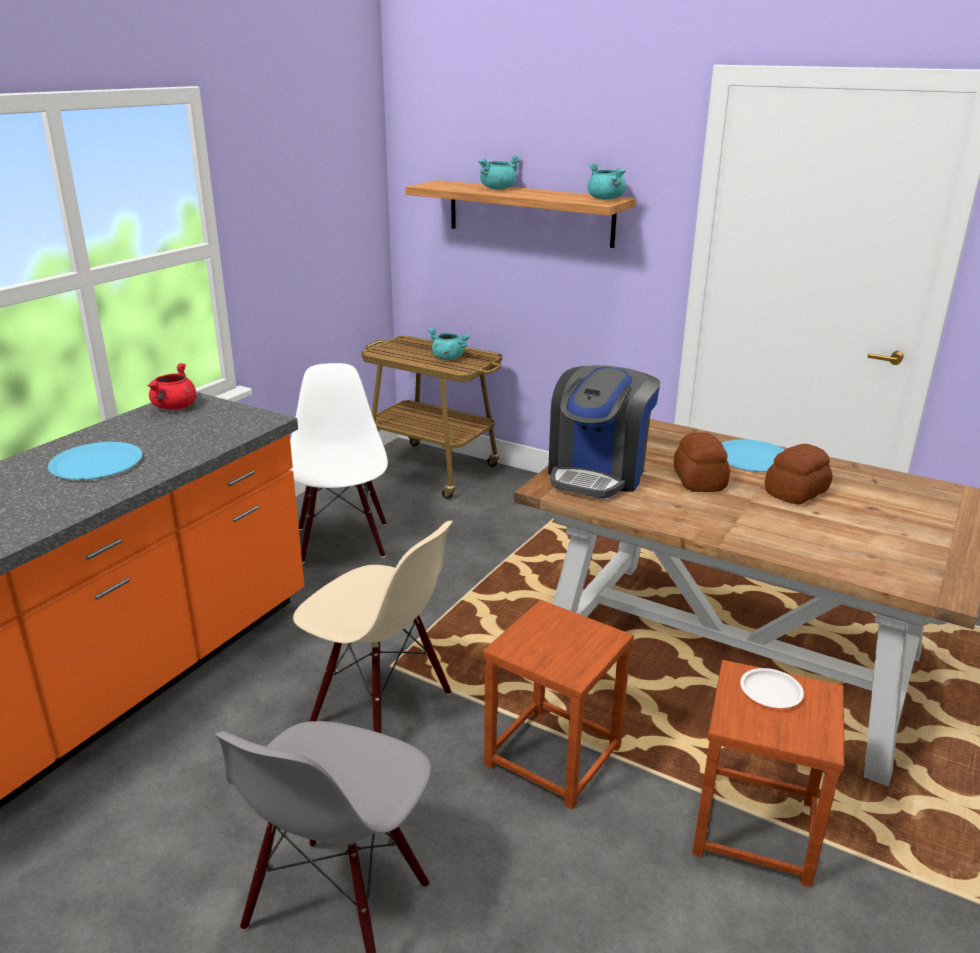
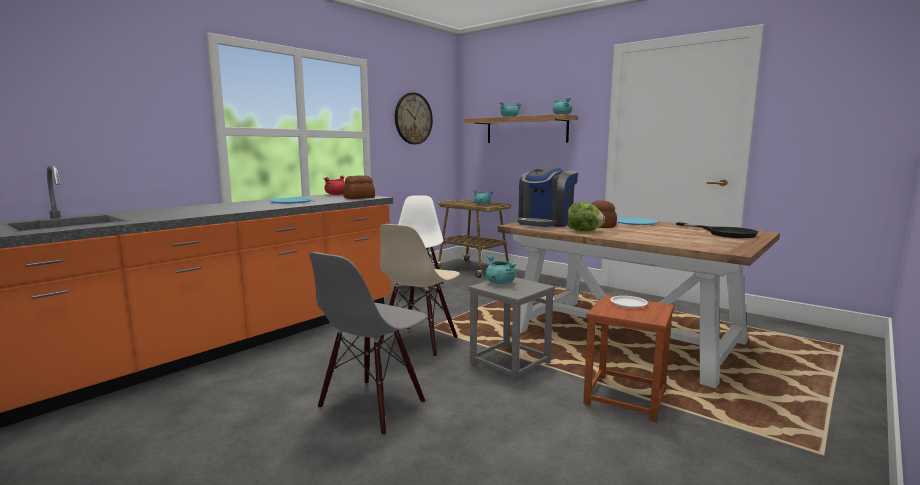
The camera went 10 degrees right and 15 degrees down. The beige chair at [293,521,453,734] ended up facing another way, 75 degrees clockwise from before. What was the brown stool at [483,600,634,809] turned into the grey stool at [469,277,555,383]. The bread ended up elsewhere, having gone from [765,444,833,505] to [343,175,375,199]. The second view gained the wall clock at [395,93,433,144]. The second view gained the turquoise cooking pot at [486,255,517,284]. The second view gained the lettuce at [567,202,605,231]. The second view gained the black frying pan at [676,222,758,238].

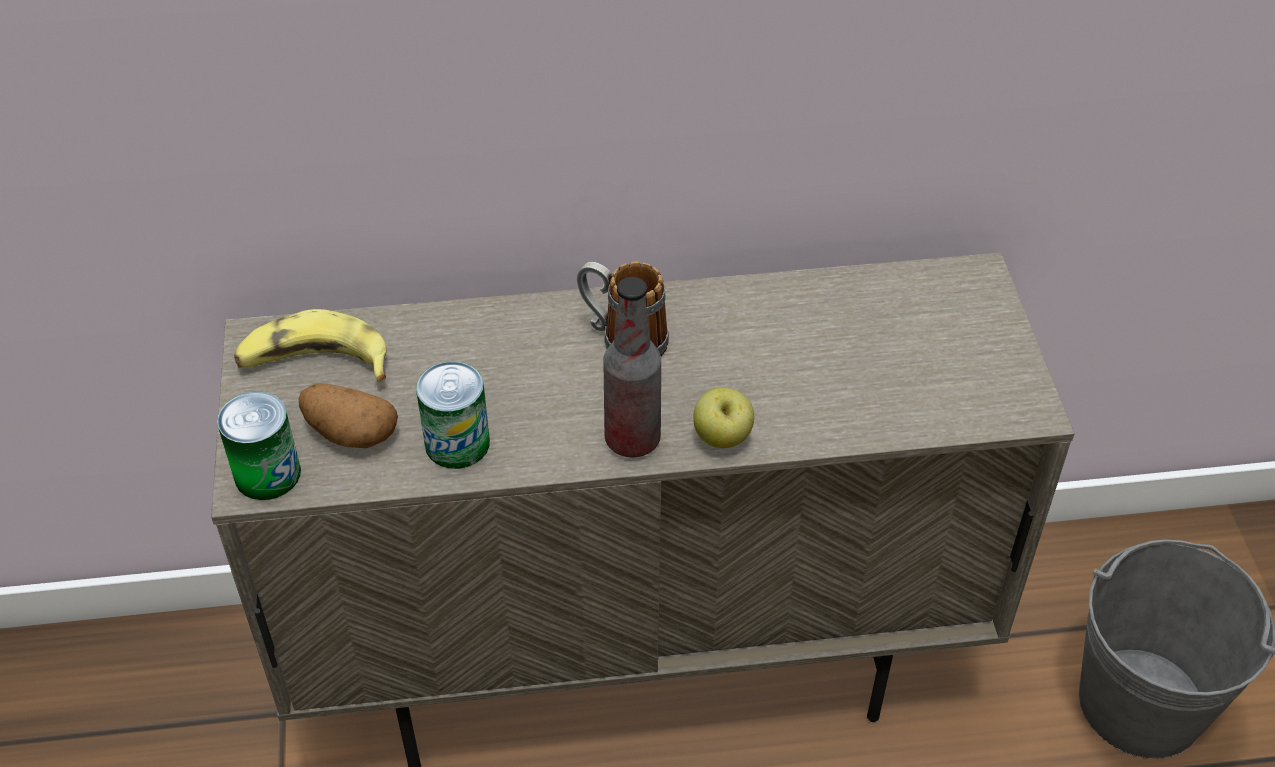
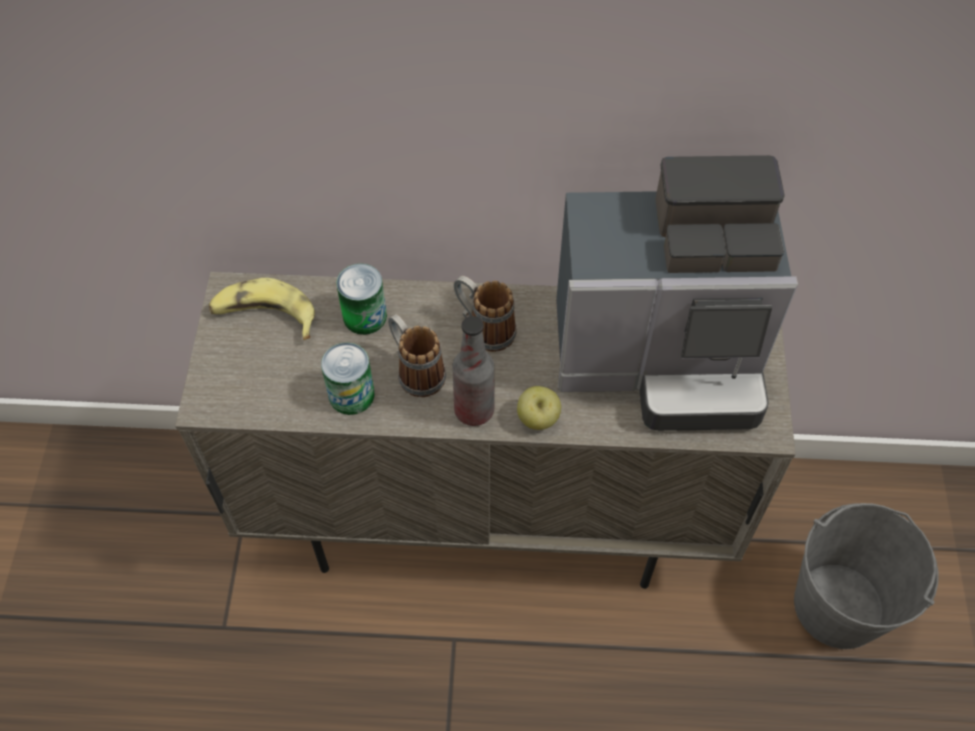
The camera went 10 degrees right and 10 degrees up. The can ended up elsewhere, having gone from [217,391,301,500] to [336,264,387,335]. The second view lost the potato at [299,383,398,448]. The second view gained the mug at [388,314,446,397]. The second view gained the coffee machine at [556,155,798,431].

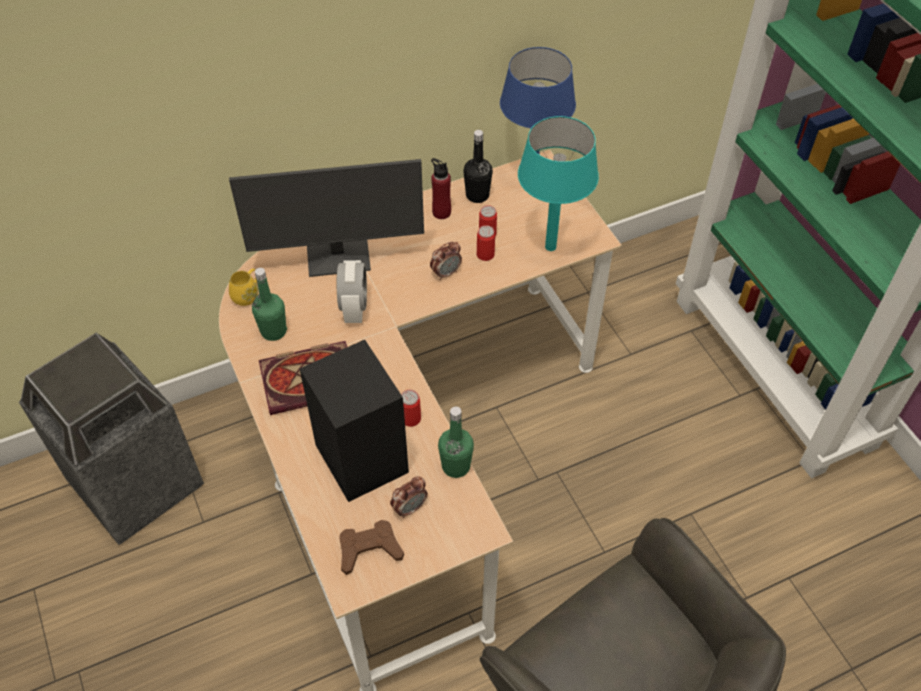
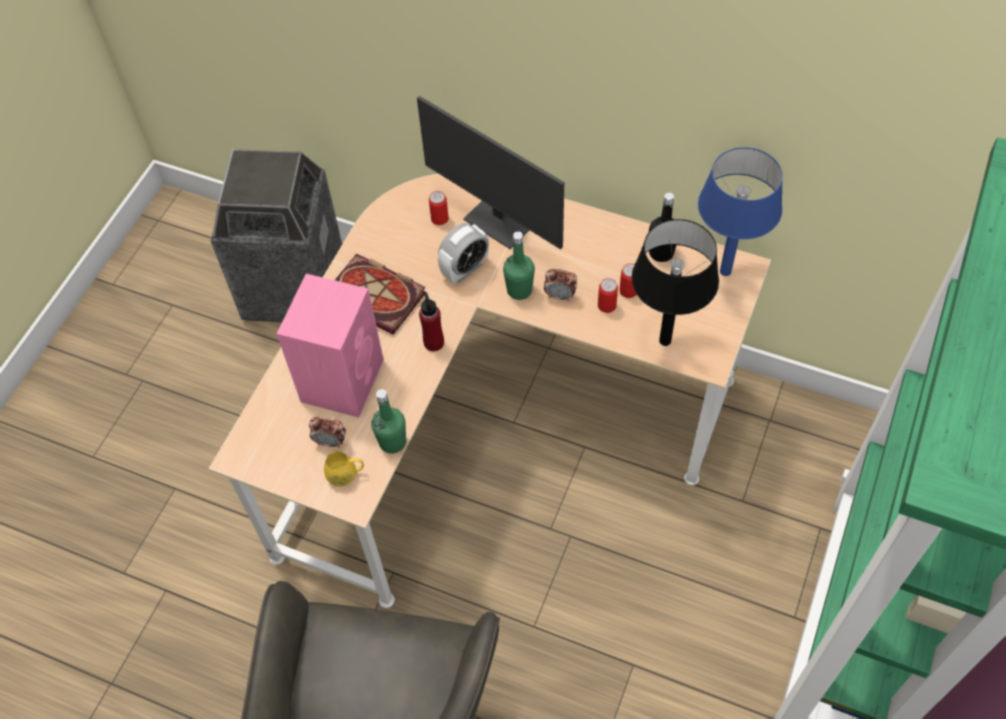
The camera went 50 degrees right and 5 degrees up. The yellow mug ended up elsewhere, having gone from [229,269,258,306] to [324,451,364,487]. The green bottle ended up elsewhere, having gone from [252,268,287,341] to [503,231,535,300]. What was the black speaker at [299,340,409,502] turned into the pink speaker at [277,274,384,418]. The second view lost the brown game controller at [339,520,404,575]. The can ended up elsewhere, having gone from [401,390,421,427] to [429,191,449,225]. The red bottle ended up elsewhere, having gone from [431,158,451,219] to [419,292,444,351]. What was the turquoise table lamp at [518,116,599,251] turned into the black table lamp at [632,219,719,346].

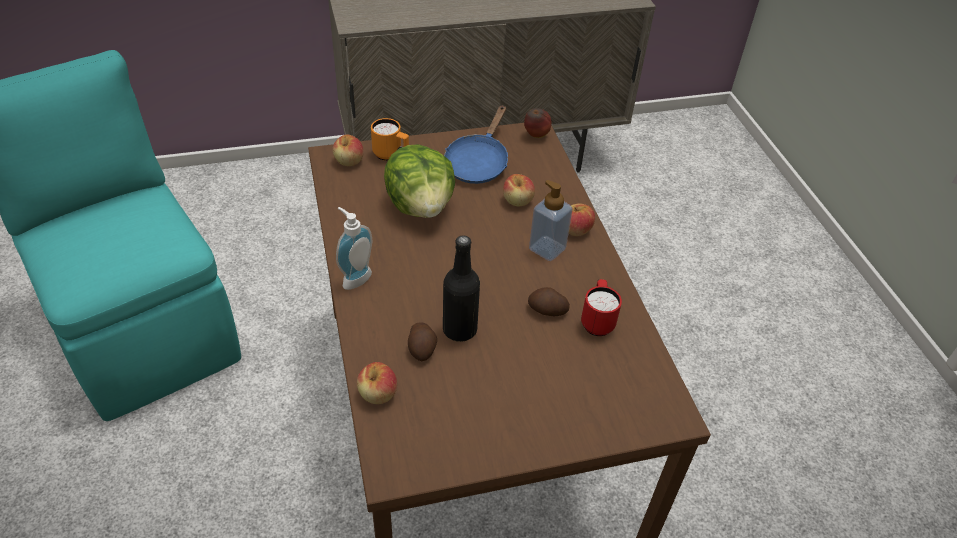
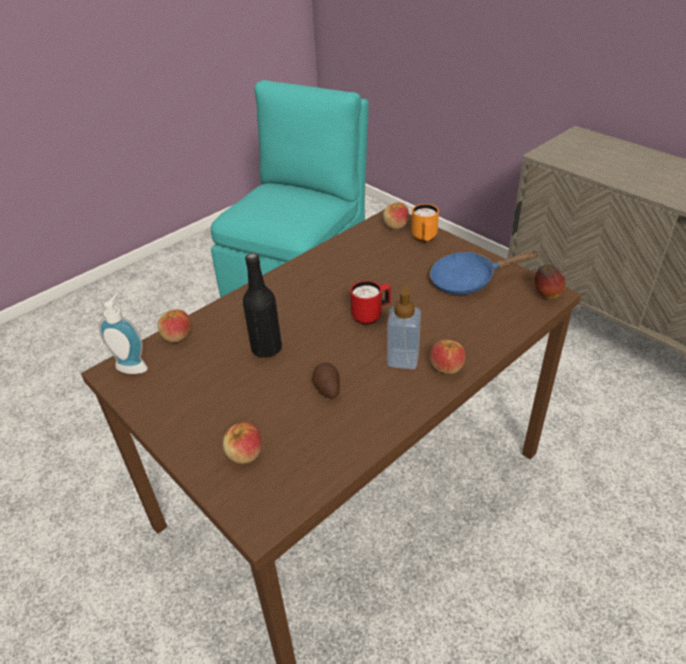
The camera went 65 degrees right and 5 degrees down. The soap dispenser ended up elsewhere, having gone from [336,207,372,290] to [99,293,148,374]. The second view lost the lettuce at [384,144,455,218]. The second view lost the potato at [408,322,437,361]. The apple ended up elsewhere, having gone from [503,174,535,206] to [223,422,262,464]. The red mug ended up elsewhere, having gone from [581,279,622,336] to [350,281,391,325].

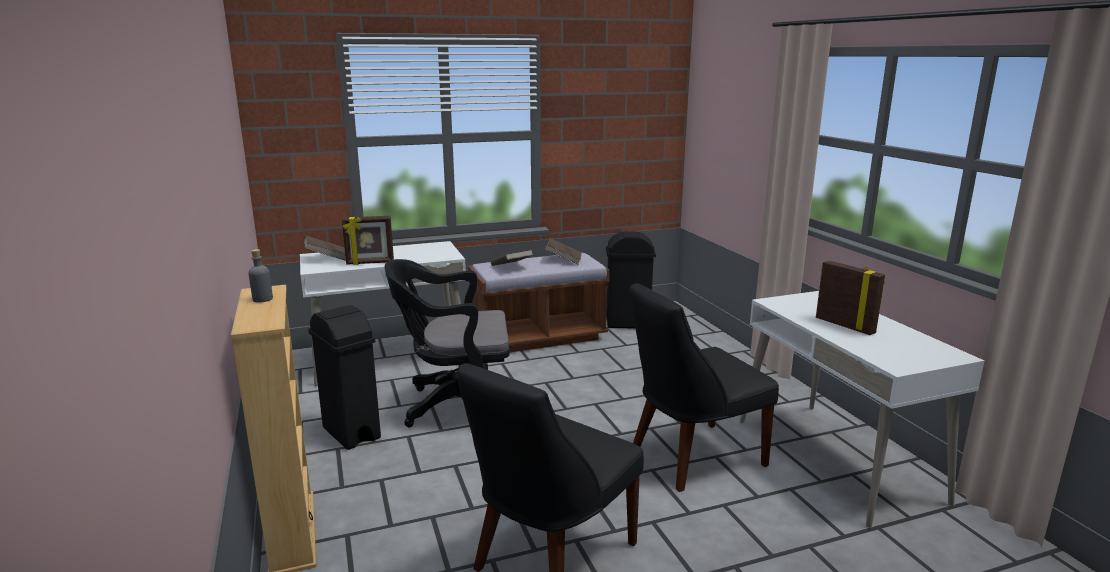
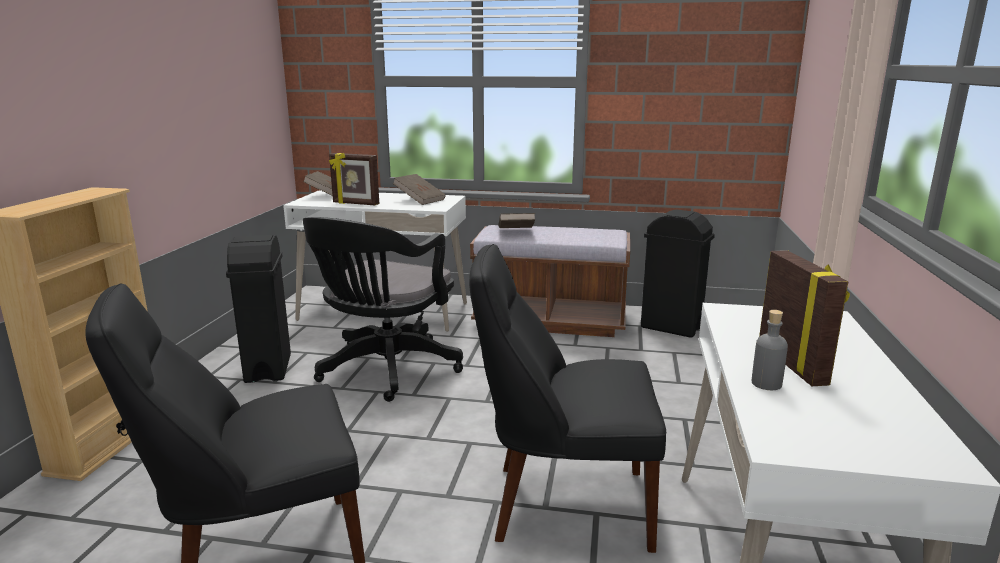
The camera went 30 degrees right and 0 degrees up. The grey bottle ended up elsewhere, having gone from [248,249,273,303] to [752,310,788,390]. The black office chair at [384,259,510,428] ended up facing another way, 90 degrees counterclockwise from before. The brown book ended up elsewhere, having gone from [545,238,582,264] to [393,174,445,205].

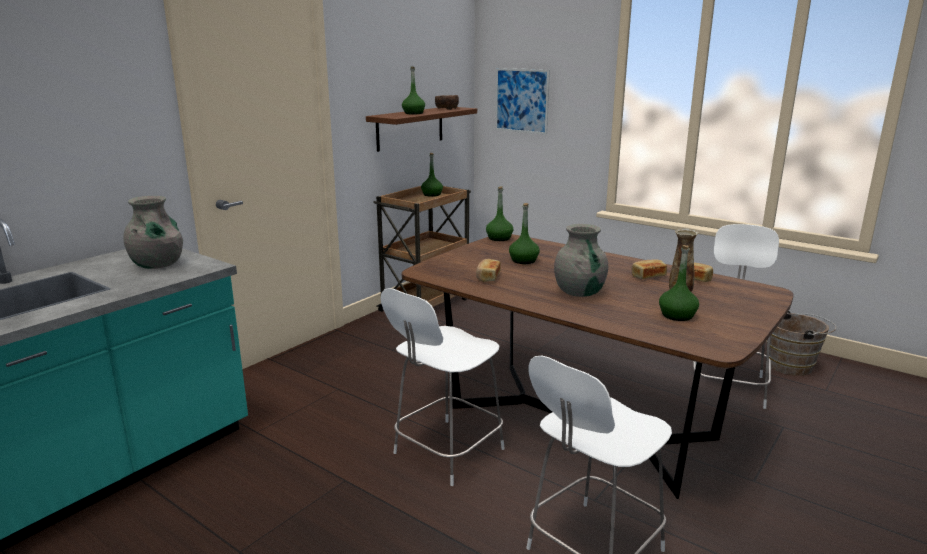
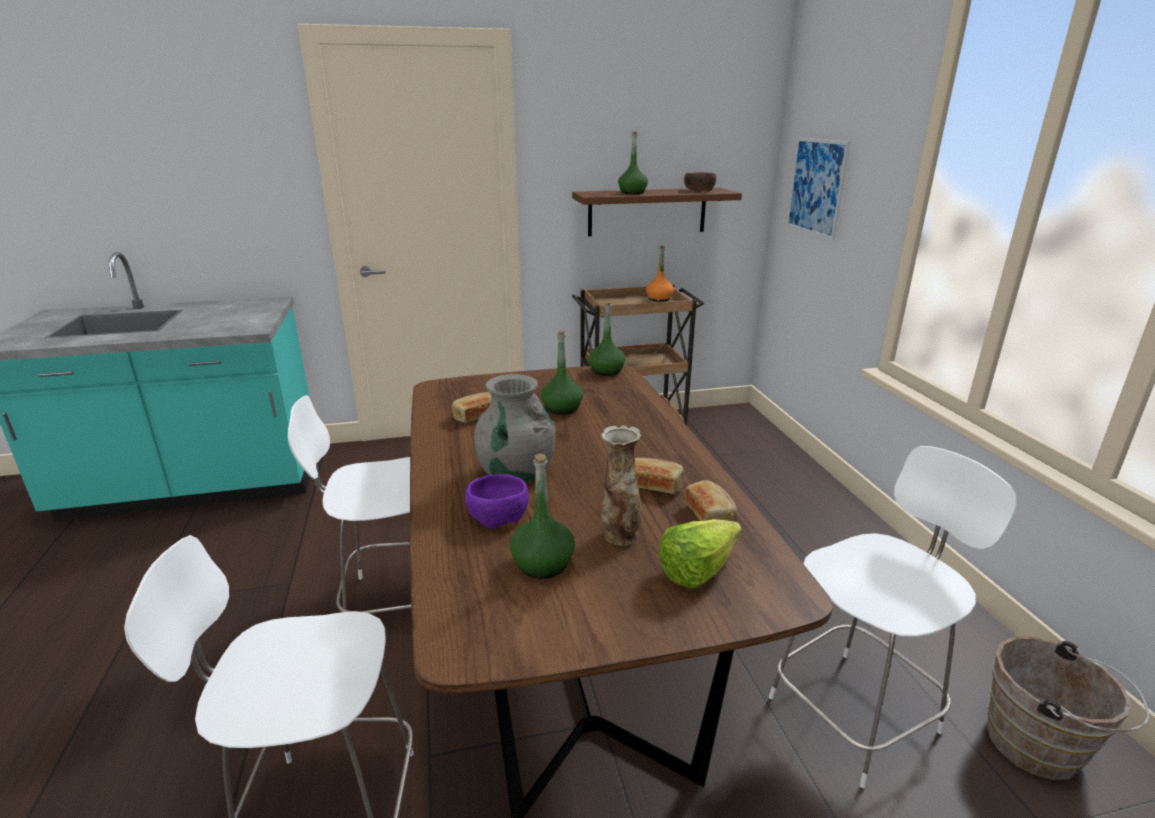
The camera went 40 degrees right and 5 degrees up. The second view lost the grey vase at [123,196,183,269]. What was the green bottle at [421,153,443,197] turned into the orange bottle at [646,246,674,302]. The second view gained the purple bowl at [465,474,529,529]. The second view gained the lettuce at [658,519,742,589].

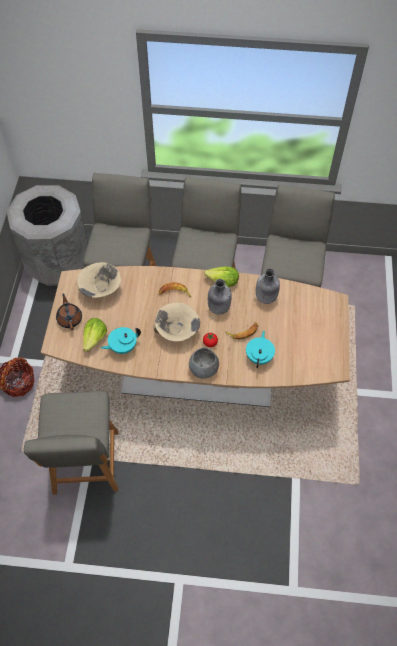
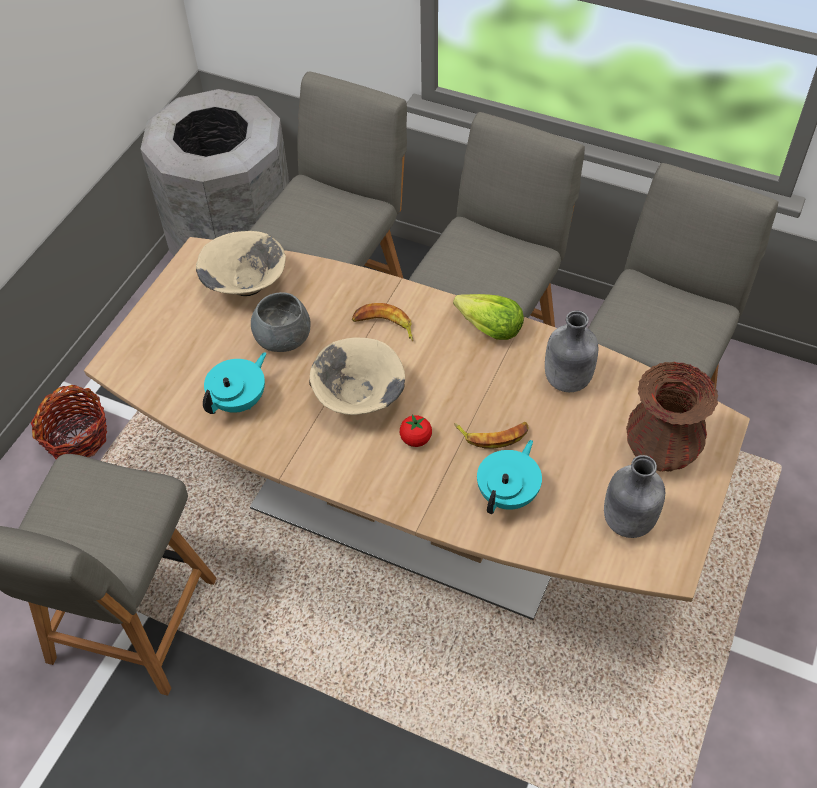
The camera went 20 degrees right and 5 degrees down. The second view lost the brown teapot at [56,293,82,330]. The second view lost the lettuce at [83,318,107,352]. The turquoise teapot at [101,327,141,354] ended up facing another way, 135 degrees clockwise from before. The grey bowl ended up elsewhere, having gone from [189,348,219,379] to [251,292,311,352]. The grey bottle ended up elsewhere, having gone from [208,279,231,315] to [604,455,665,538]. The second view gained the brown vase at [626,362,718,472].

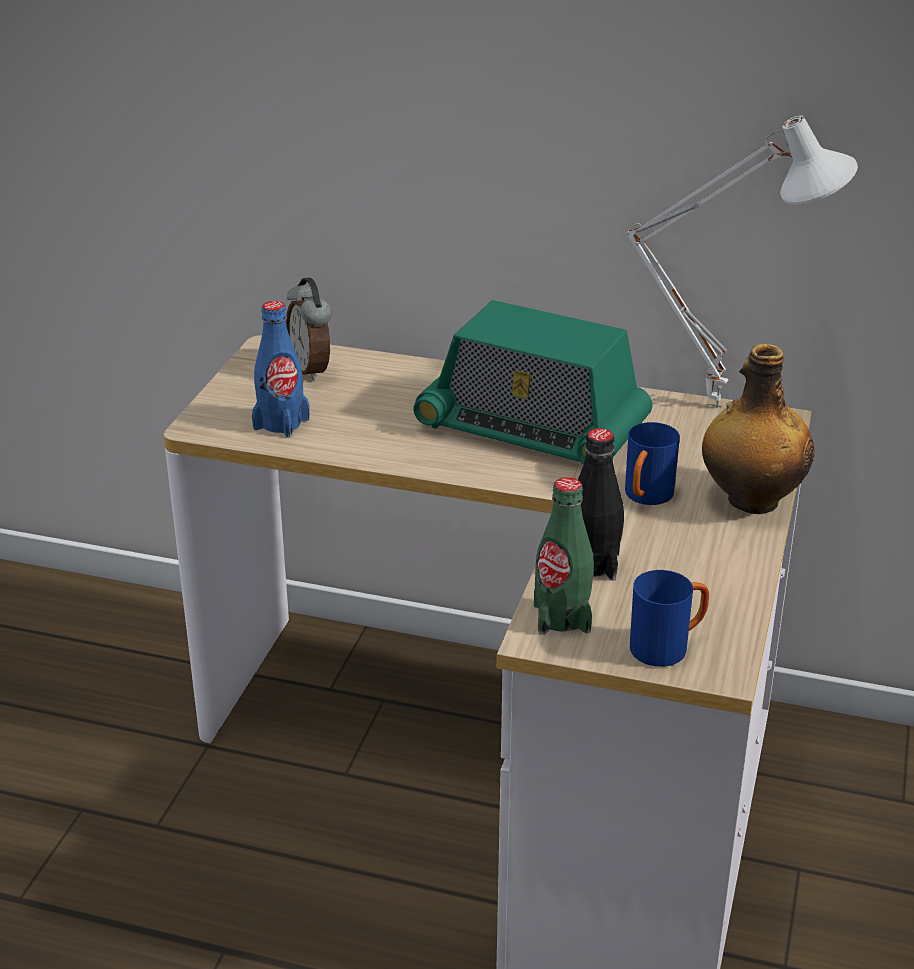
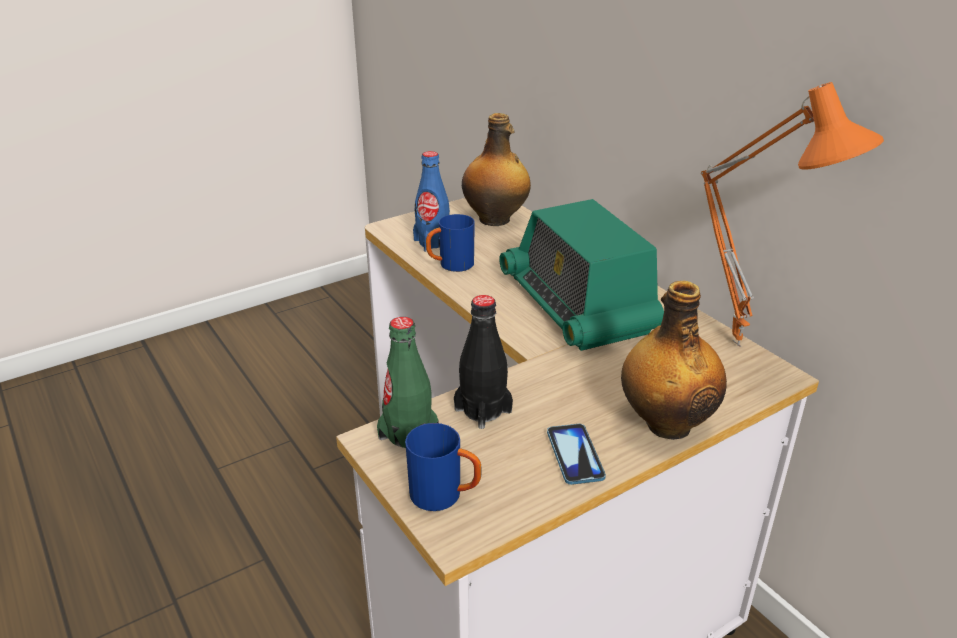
The camera went 40 degrees right and 0 degrees up. Where the alarm clock stood at [286,278,332,381], the bottle came to stand at [462,113,531,226]. What was the white table lamp at [625,116,858,408] turned into the orange table lamp at [701,82,884,347]. The blue mug ended up elsewhere, having gone from [625,422,680,505] to [426,214,475,272]. The second view gained the phone at [547,424,606,485].

